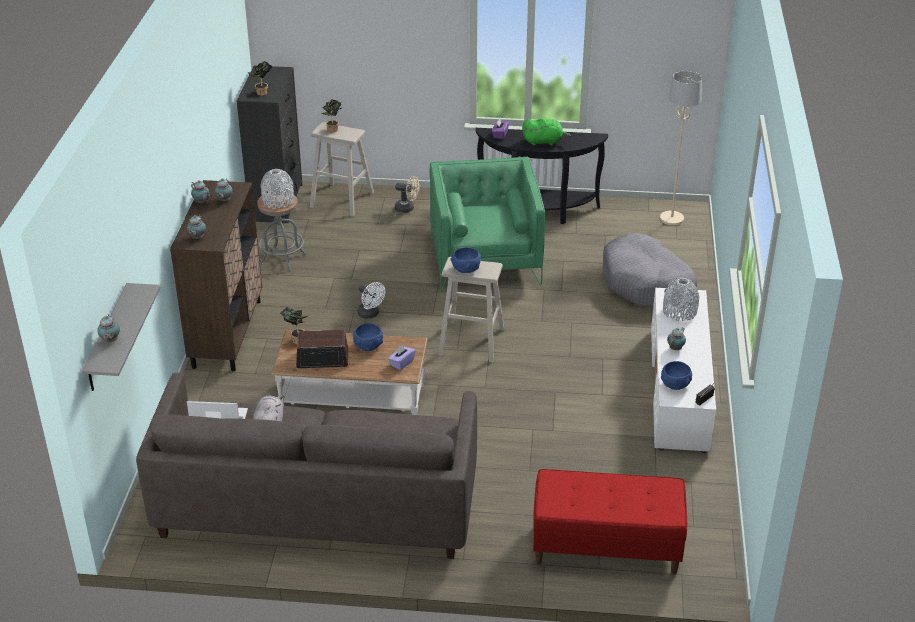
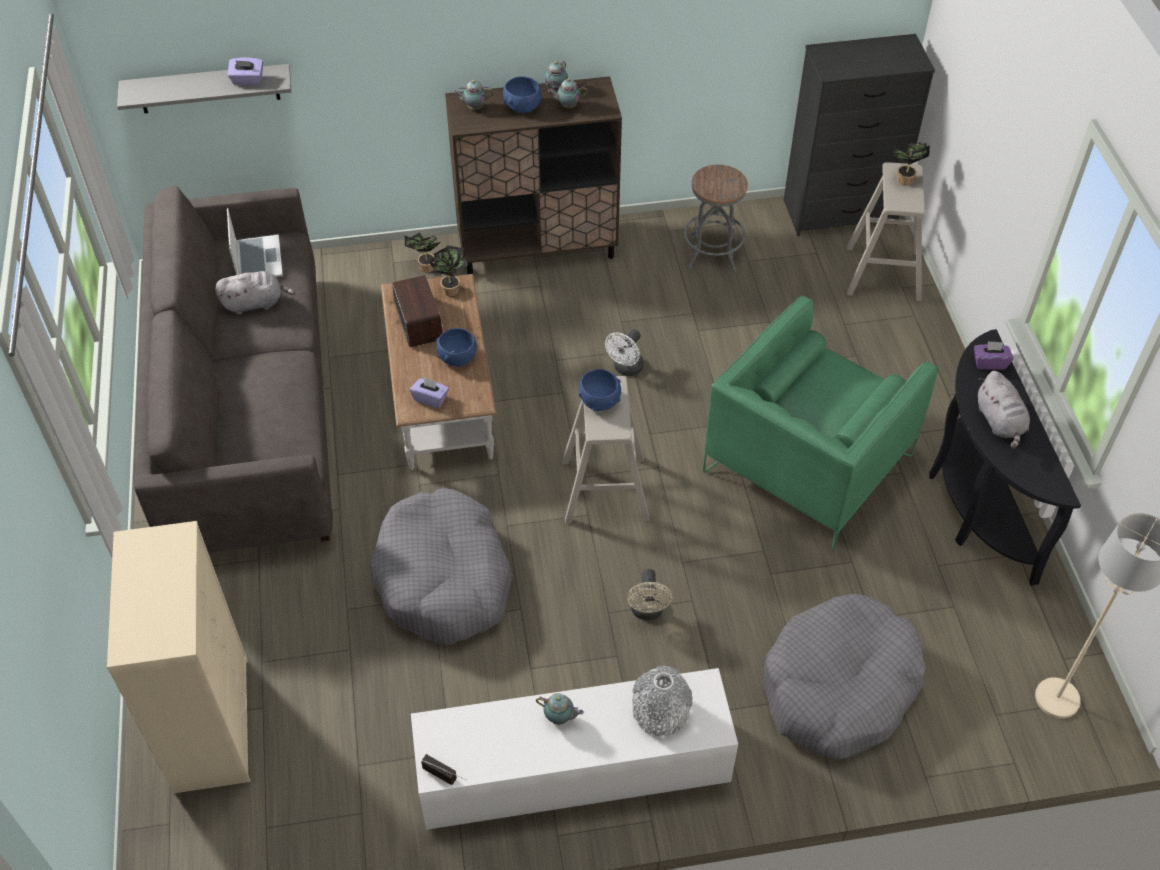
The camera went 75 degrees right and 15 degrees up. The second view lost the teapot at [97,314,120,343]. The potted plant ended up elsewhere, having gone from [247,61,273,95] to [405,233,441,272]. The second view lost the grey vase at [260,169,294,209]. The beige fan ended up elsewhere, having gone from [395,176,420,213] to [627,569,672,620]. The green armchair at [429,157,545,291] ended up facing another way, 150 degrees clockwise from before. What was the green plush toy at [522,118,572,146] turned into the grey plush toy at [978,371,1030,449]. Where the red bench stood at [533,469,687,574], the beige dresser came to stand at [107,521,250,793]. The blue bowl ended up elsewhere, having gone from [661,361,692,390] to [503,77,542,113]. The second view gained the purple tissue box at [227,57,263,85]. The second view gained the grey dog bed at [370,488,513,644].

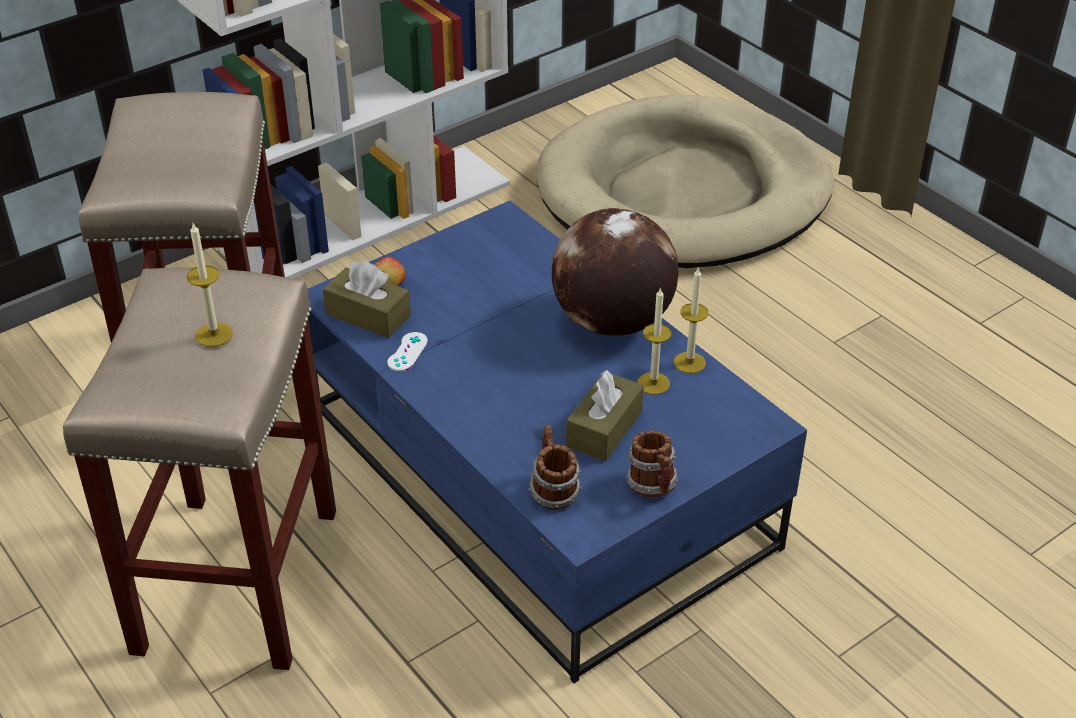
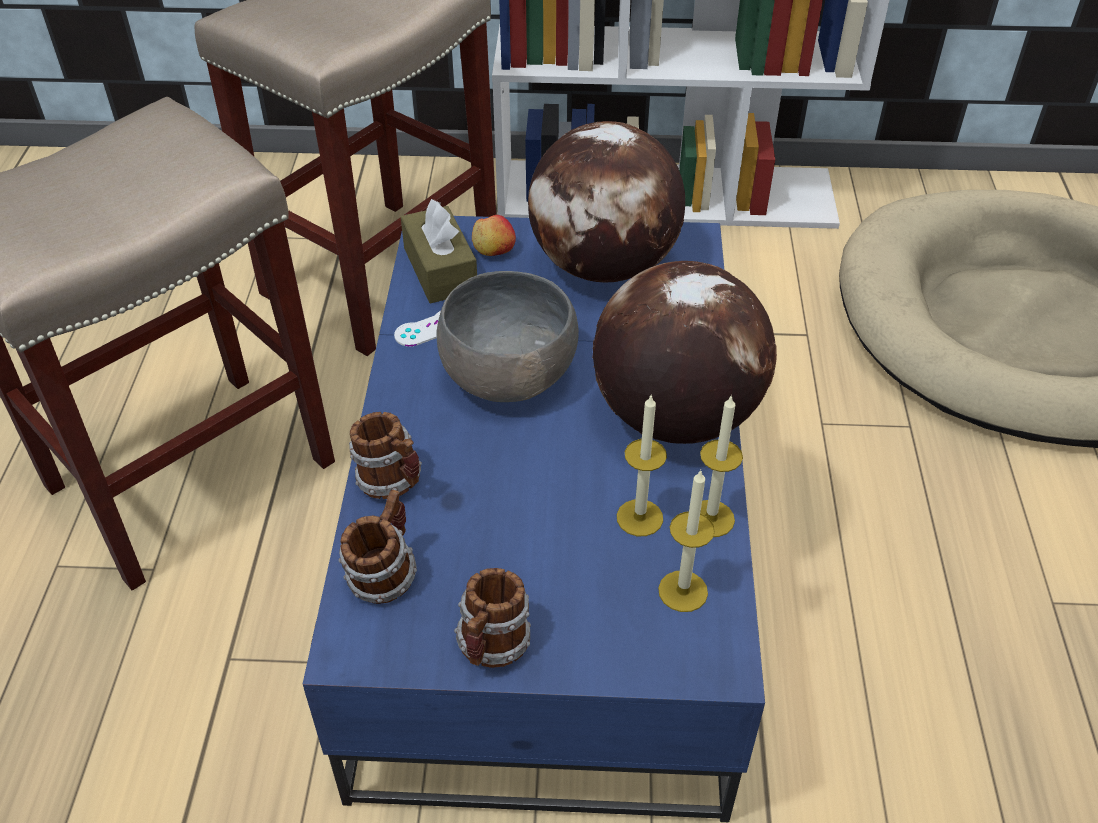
The camera went 40 degrees right and 5 degrees up. The candle ended up elsewhere, having gone from [186,223,233,347] to [658,470,715,612]. The second view lost the brown tissue box at [566,370,644,461]. The second view gained the mug at [349,412,422,499]. The second view gained the grey bowl at [436,271,579,402]. The second view gained the globe at [528,121,685,282].

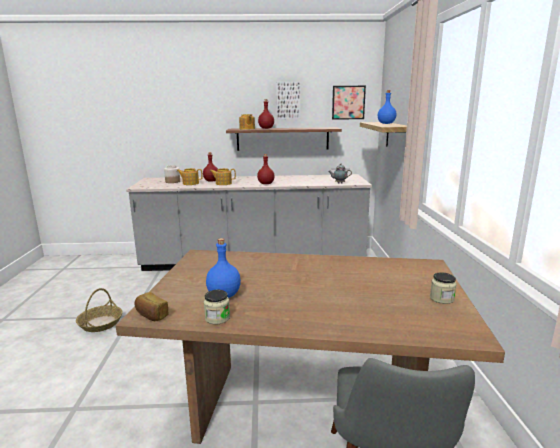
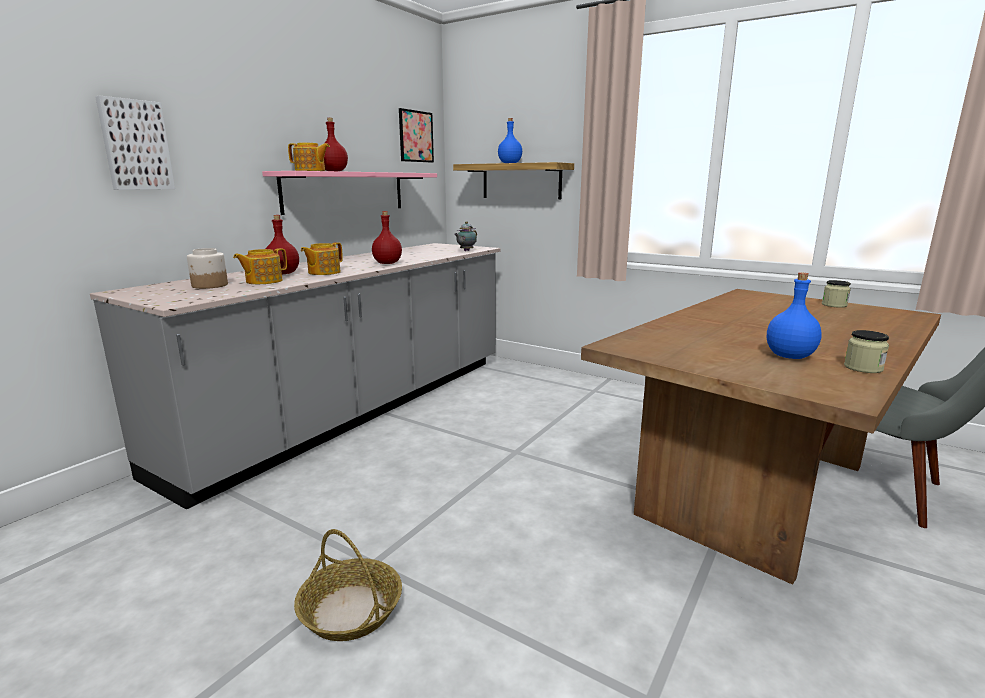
The camera went 55 degrees left and 0 degrees up. The second view lost the bread at [134,292,169,321]. What was the brown shelf at [226,127,342,151] turned into the pink shelf at [262,171,437,215]. The picture ended up elsewhere, having gone from [277,82,301,119] to [95,95,175,190].

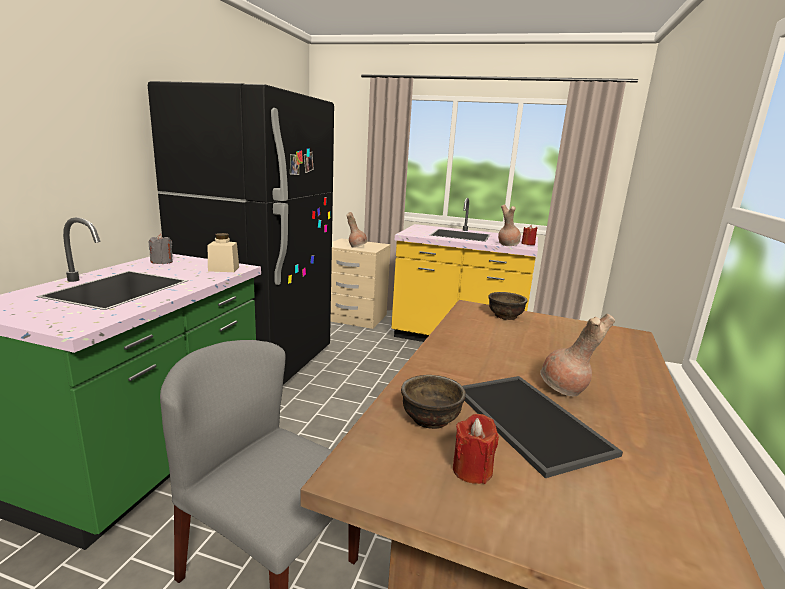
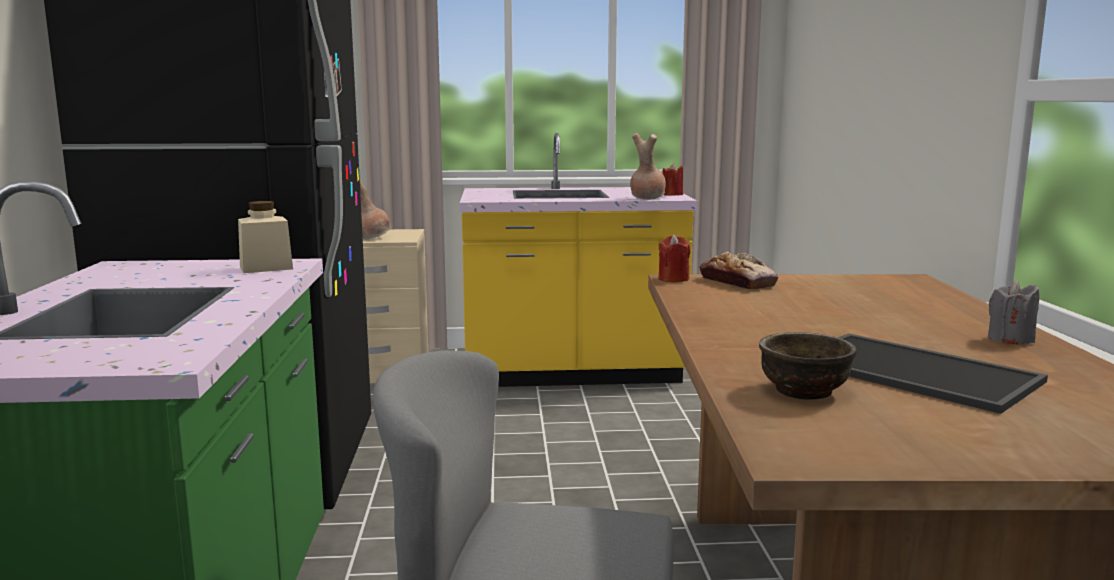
The camera went 20 degrees left and 5 degrees down. The grey candle ended up elsewhere, having gone from [149,234,173,264] to [988,280,1039,344]. The red candle ended up elsewhere, having gone from [453,414,499,484] to [659,234,690,282]. Where the brown bowl stood at [488,292,528,320], the bread came to stand at [699,251,779,290]. The second view lost the brown vase at [540,314,615,396].

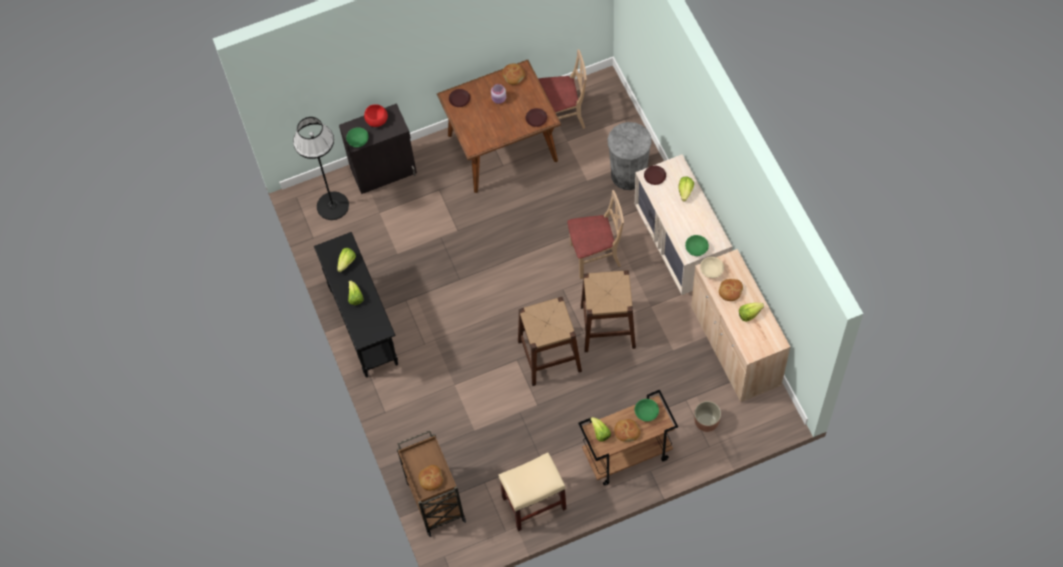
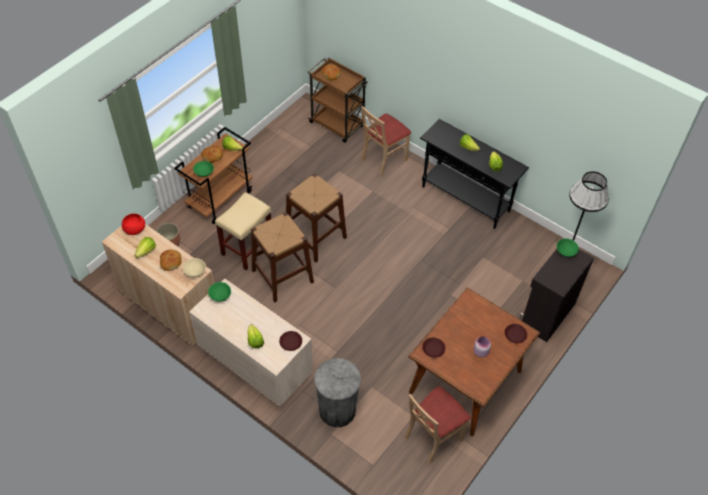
The camera went 145 degrees right and 10 degrees down. The red bowl ended up elsewhere, having gone from [364,104,388,127] to [122,214,145,235]. The beige stool ended up elsewhere, having gone from [498,452,566,531] to [215,192,271,270]. The second view lost the bread at [502,63,525,85]. The beige chair ended up elsewhere, having gone from [567,190,624,279] to [361,106,411,176].

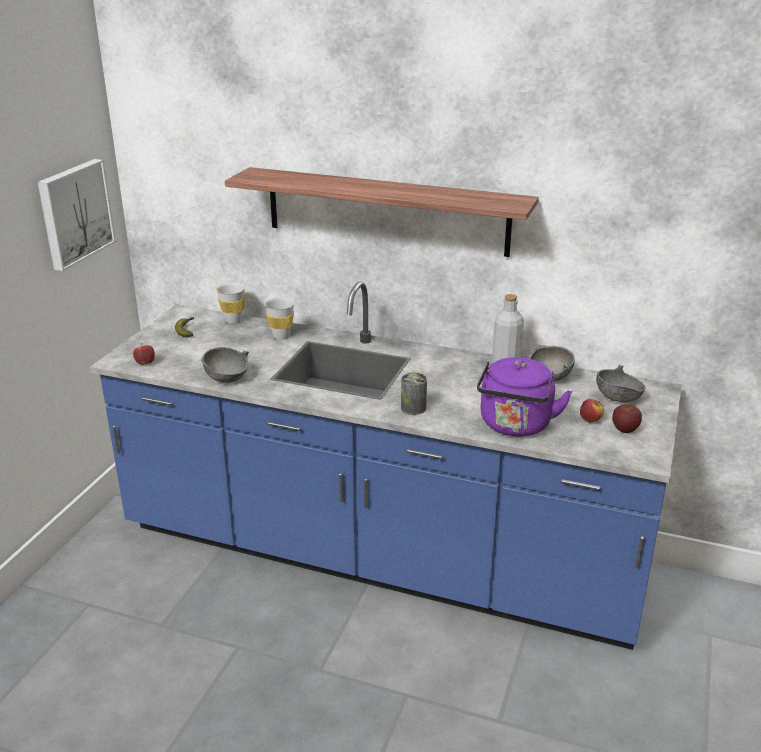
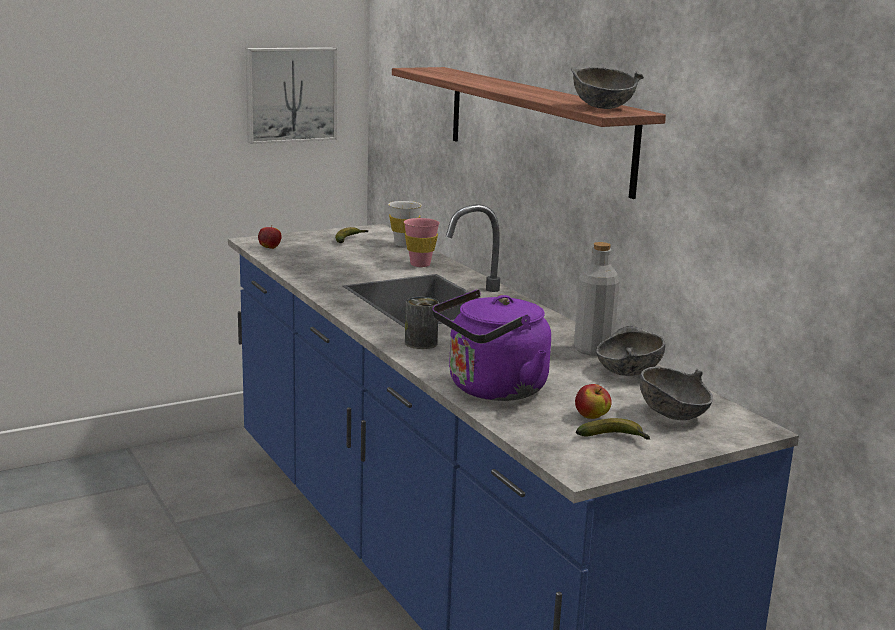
The camera went 40 degrees right and 10 degrees down. The grey bowl ended up elsewhere, having gone from [201,347,249,383] to [571,67,644,109]. What was the white cup at [264,297,295,340] turned into the pink cup at [404,218,440,267]. Where the apple stood at [612,404,642,433], the banana came to stand at [576,418,651,440].

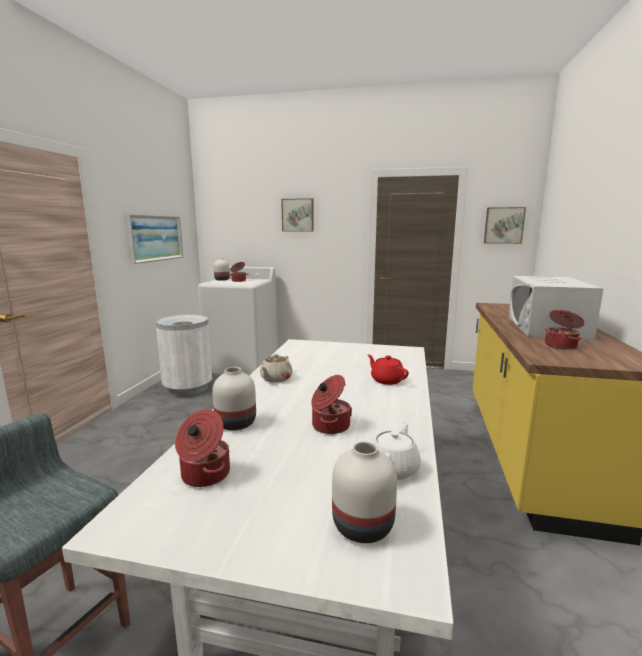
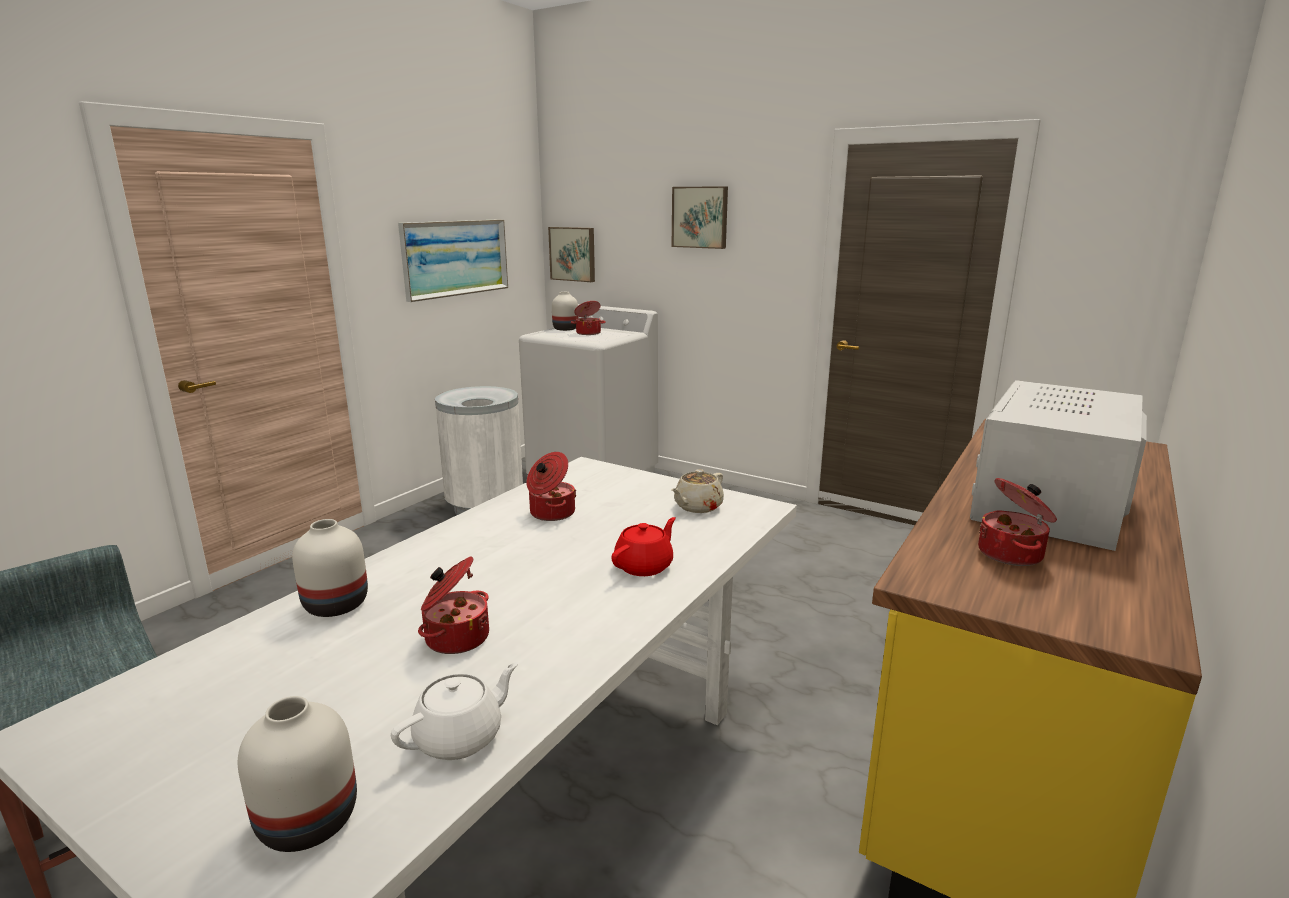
The camera went 20 degrees right and 5 degrees up. The cooking pot ended up elsewhere, having gone from [175,409,230,487] to [526,452,576,521]. The beige teapot ended up elsewhere, having gone from [260,354,293,383] to [671,469,724,513]. The red teapot at [368,355,409,385] ended up facing another way, 60 degrees clockwise from before. The picture ended up elsewhere, having gone from [484,207,526,244] to [548,227,595,282].

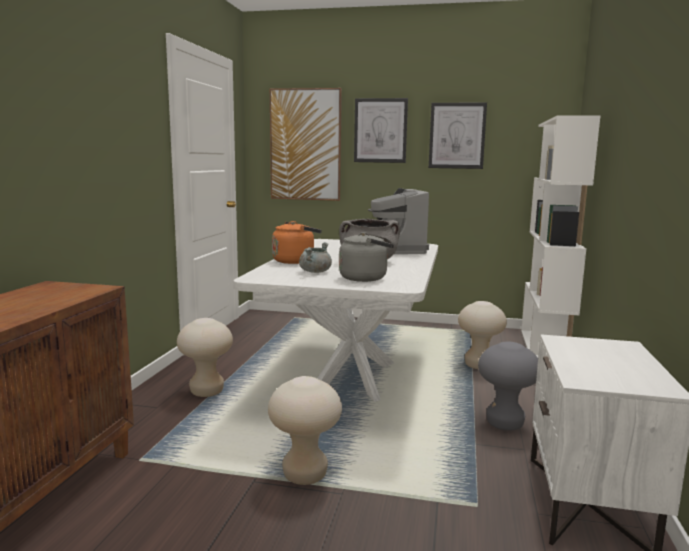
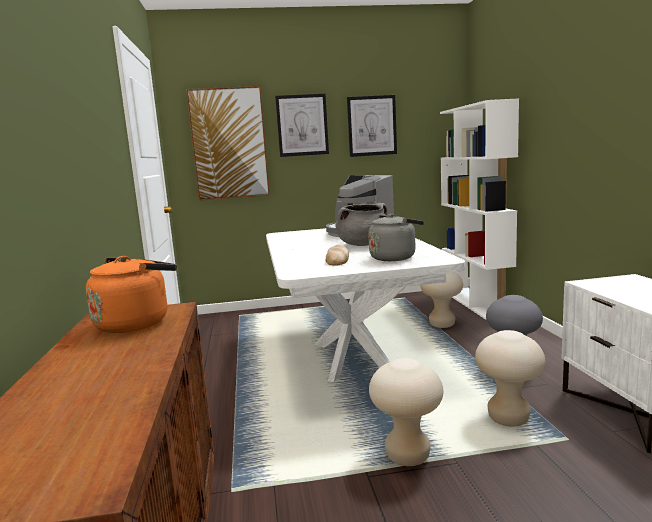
The camera went 20 degrees left and 0 degrees up. The beige stool ended up elsewhere, having gone from [177,318,233,397] to [475,330,545,427]. The orange kettle ended up elsewhere, having gone from [272,221,322,264] to [86,256,177,333]. Where the grey cooking pot stood at [299,242,332,273], the bread came to stand at [326,245,349,266].

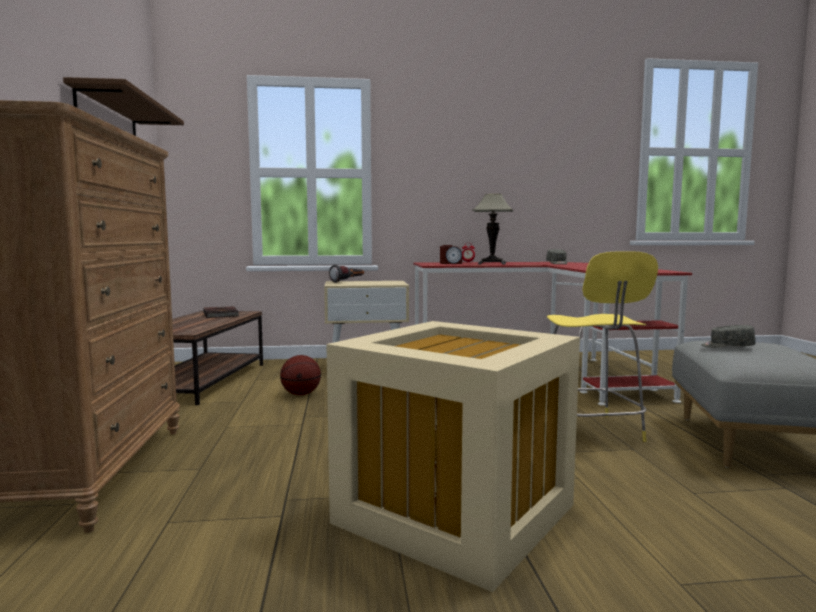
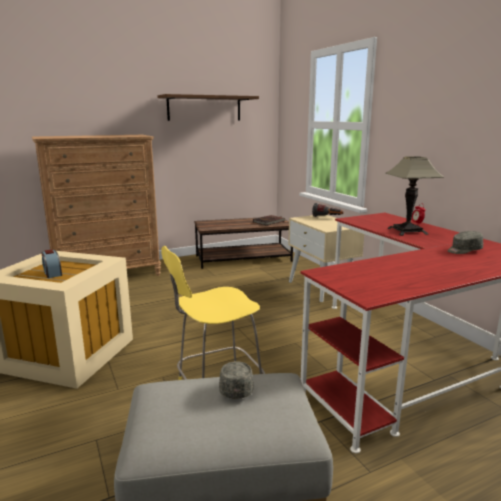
The camera went 70 degrees right and 10 degrees up. The second view lost the basketball at [280,355,321,395]. The alarm clock ended up elsewhere, having gone from [440,245,462,264] to [41,250,62,278].

